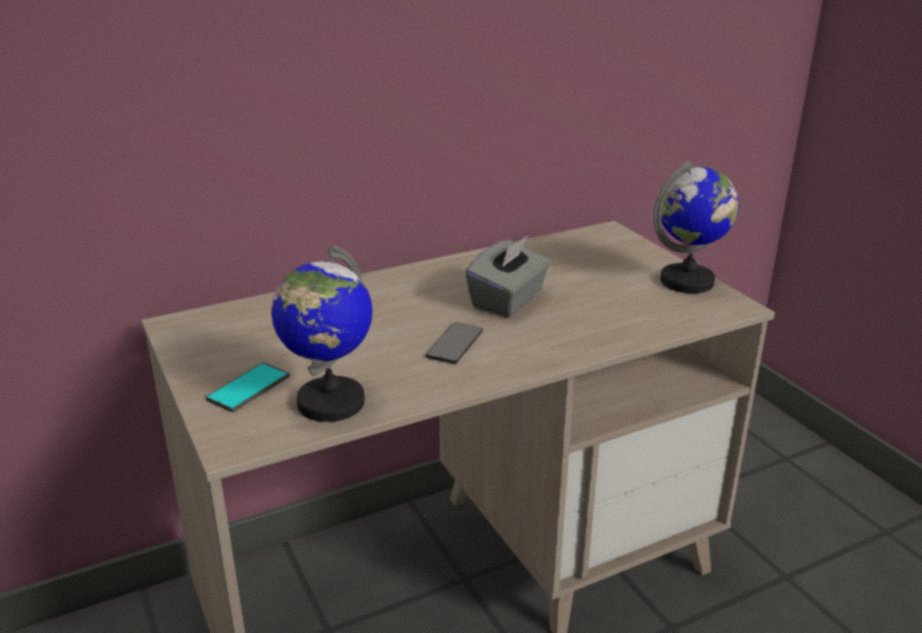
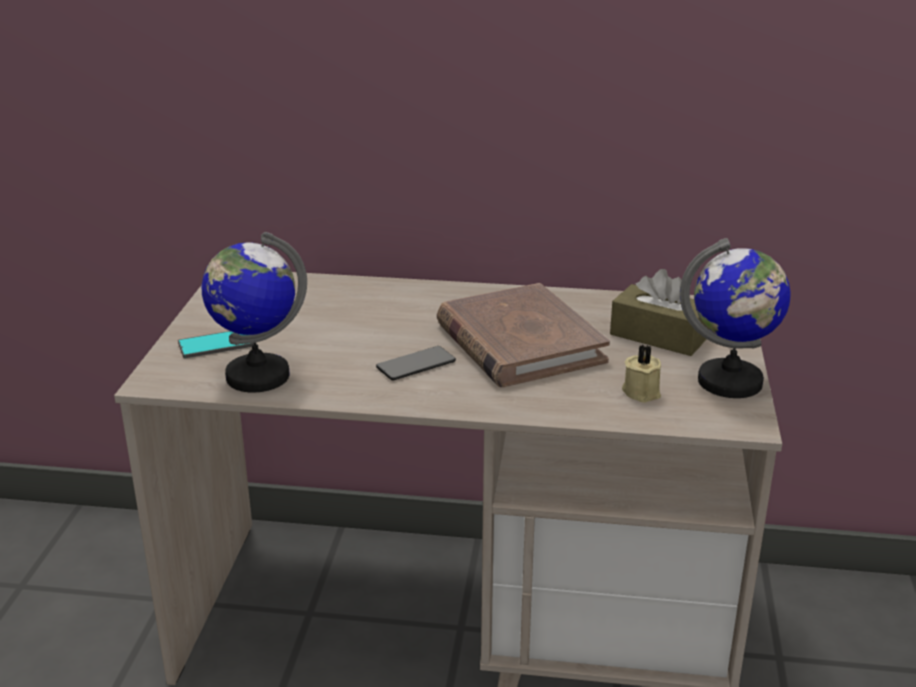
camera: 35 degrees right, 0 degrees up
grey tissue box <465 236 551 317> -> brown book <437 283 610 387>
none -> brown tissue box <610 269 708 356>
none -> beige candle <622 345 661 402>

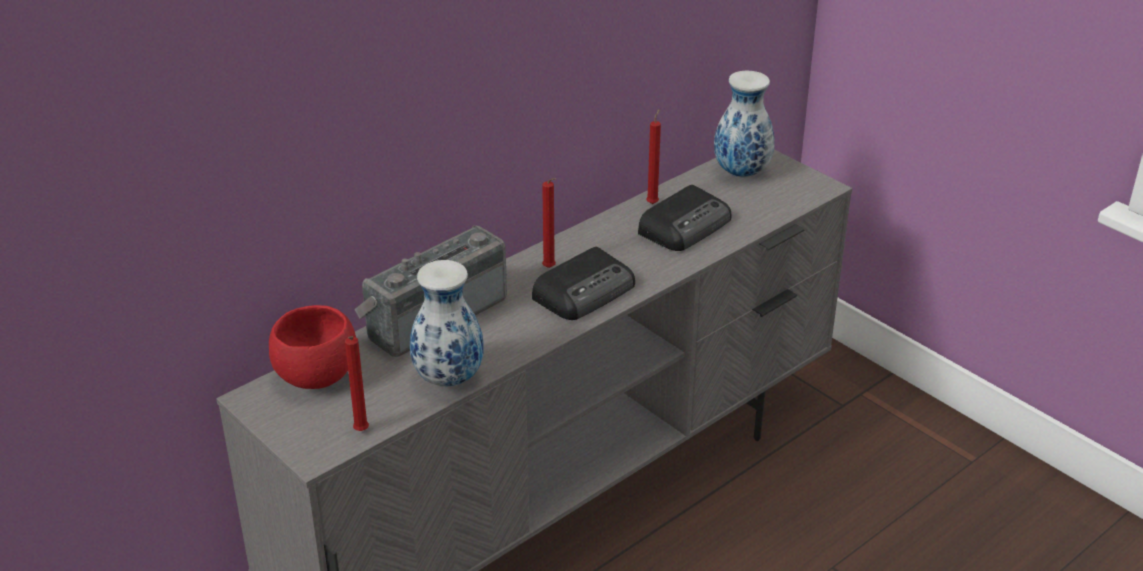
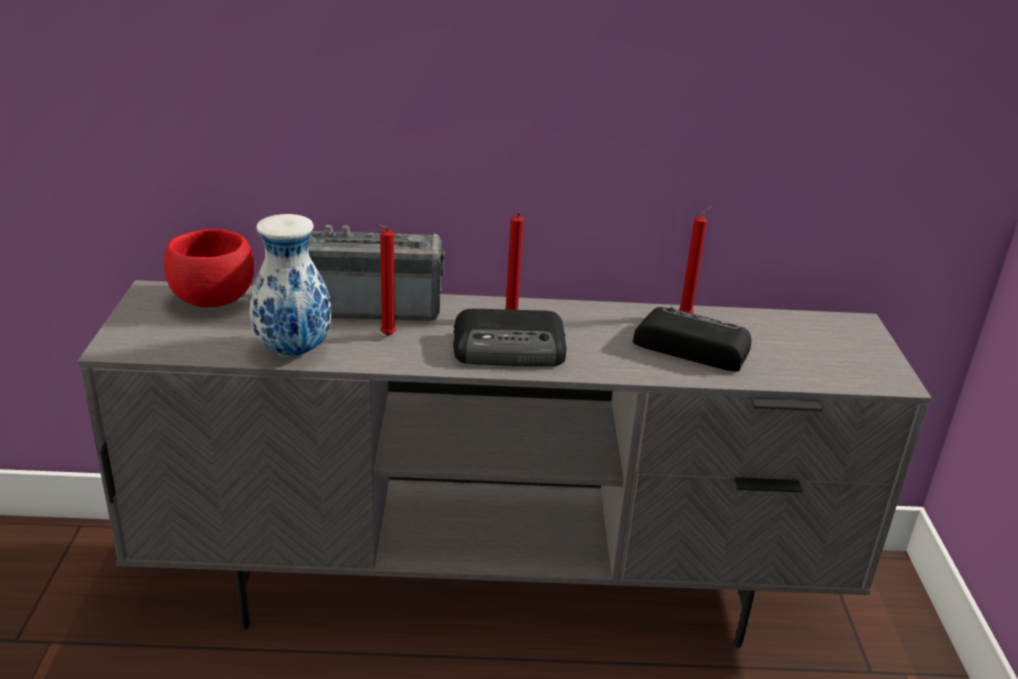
camera: 40 degrees right, 5 degrees down
red candle <345 336 369 431> -> red candle <376 224 396 336>, relocated
radio <638 185 731 251> -> radio <633 307 751 372>, 150 degrees counterclockwise
vase <714 71 775 178> -> none

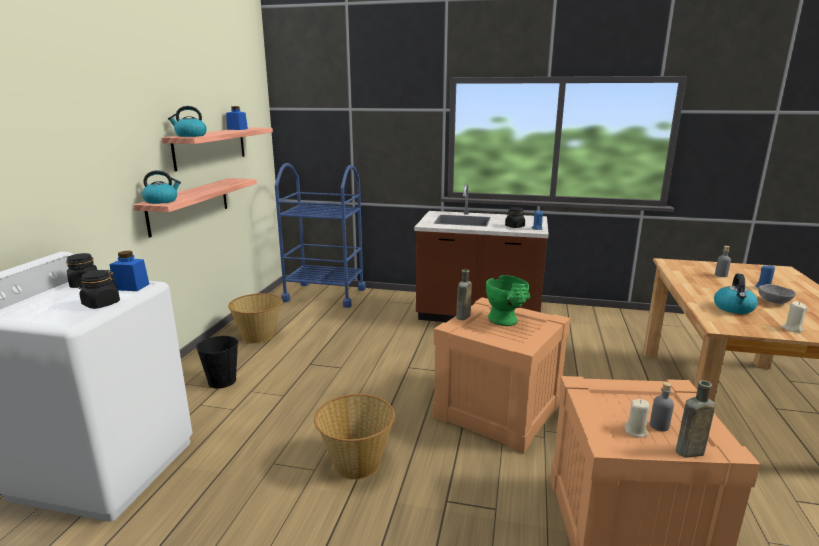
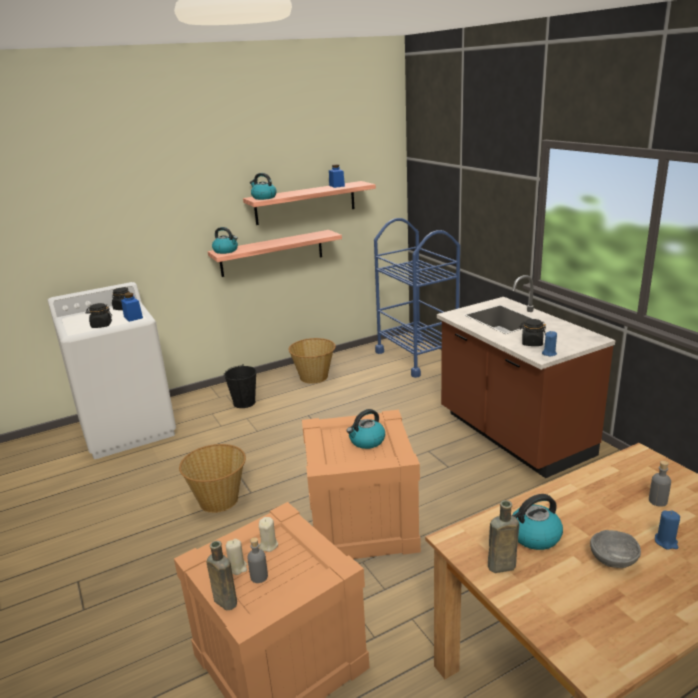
camera: 50 degrees right, 5 degrees up
beige candle <781 301 808 332> -> beige candle <259 517 278 552>, relocated
green vase <486 275 531 326> -> kettle <347 409 385 449>
brown bottle <456 269 472 320> -> brown bottle <488 500 519 573>, relocated

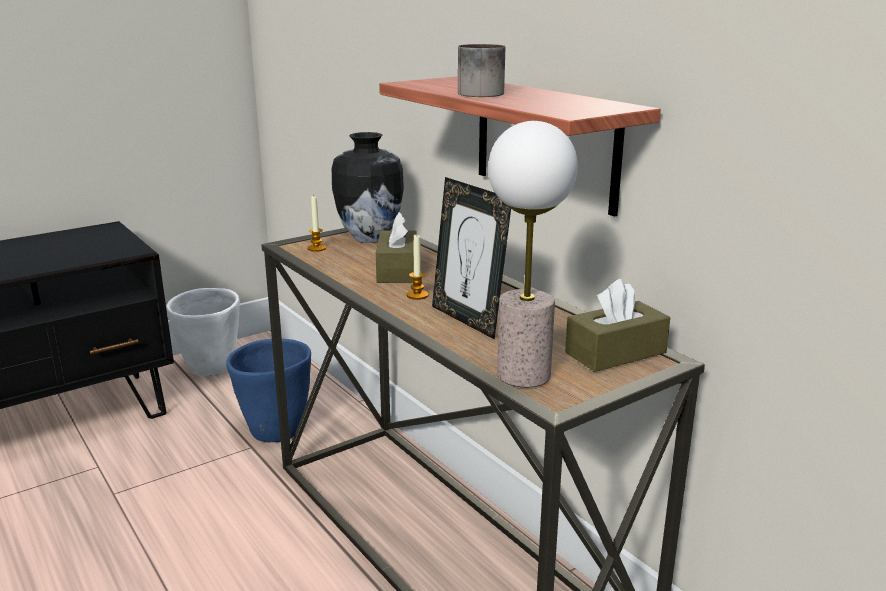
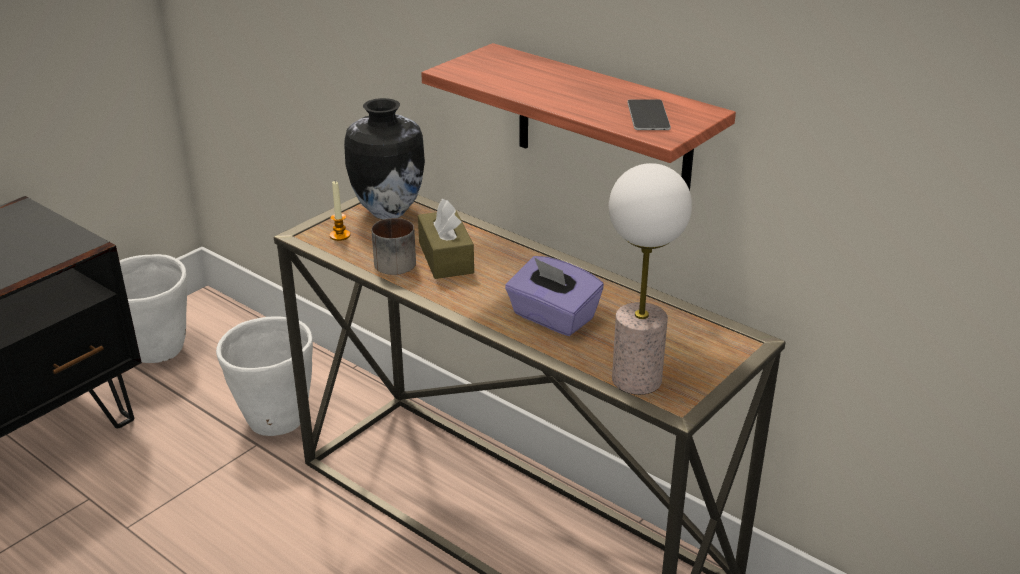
camera: 15 degrees left, 10 degrees up
blue planter <226 339 311 442> -> white planter <216 316 313 436>
mug <458 44 505 97> -> mug <372 218 416 275>, relocated
picture frame <432 177 511 339> -> purple tissue box <505 256 604 336>
none -> phone <627 99 671 130>
candle <407 235 428 300> -> none
brown tissue box <565 279 670 372> -> none

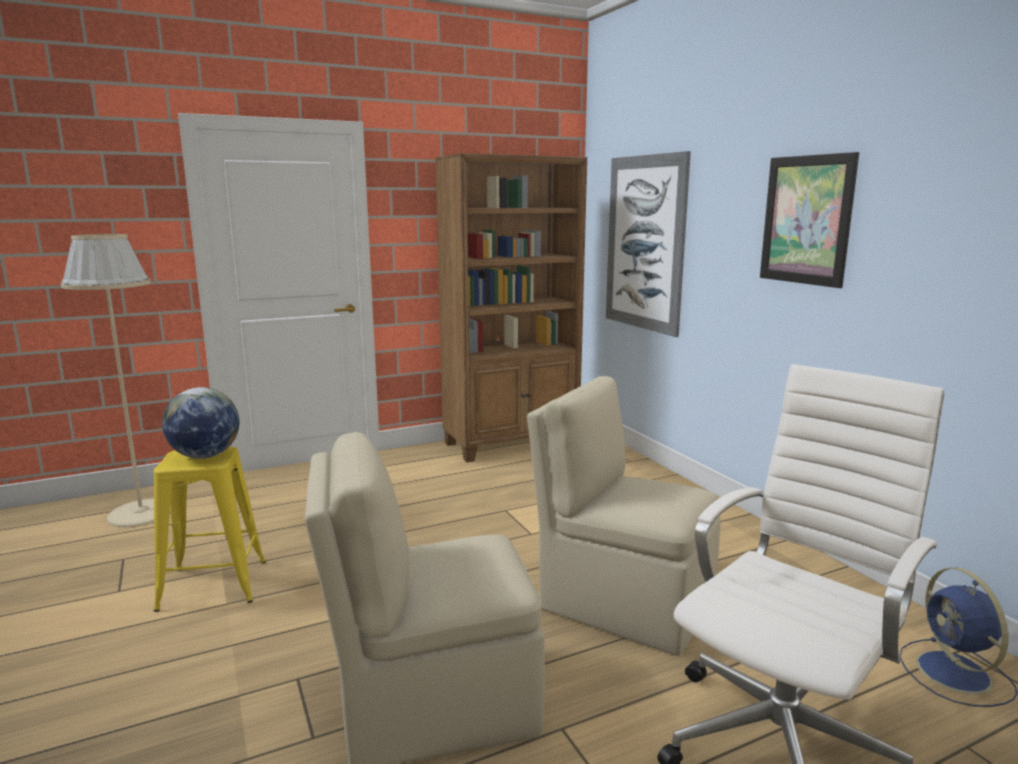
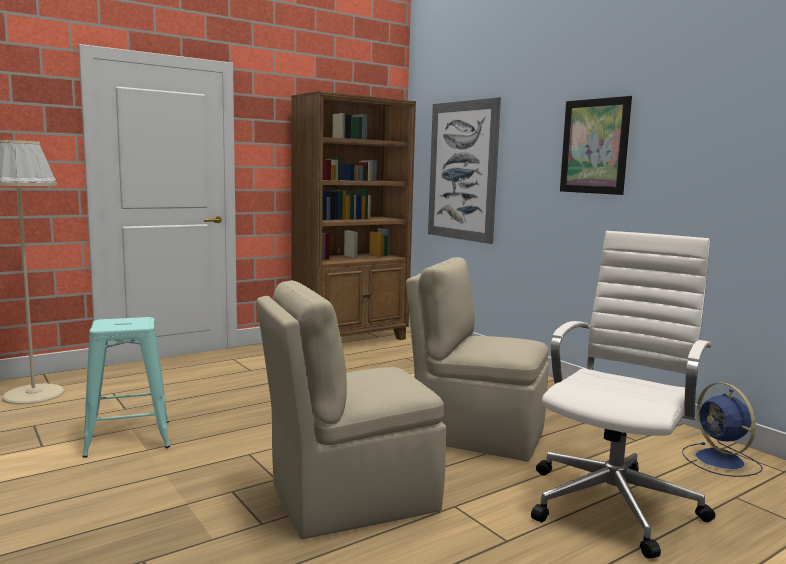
camera: 10 degrees left, 5 degrees down
yellow stool <154 447 266 612> -> turquoise stool <83 317 170 458>
globe <162 387 239 459> -> none

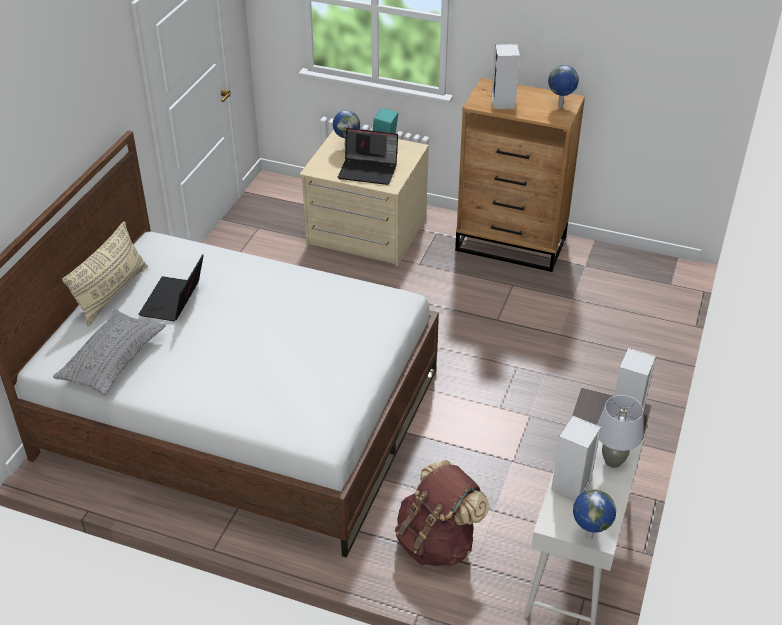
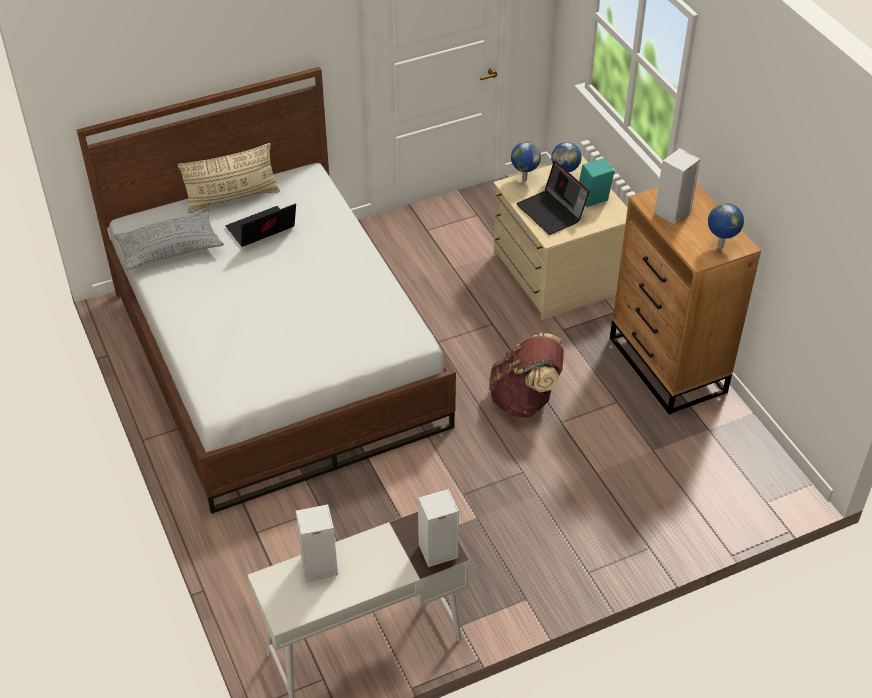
camera: 45 degrees right, 5 degrees up
brown backpack <395 460 490 567> -> brown backpack <489 333 564 418>, relocated
globe <573 489 616 539> -> globe <511 142 541 182>, relocated
grey table lamp <597 395 643 468> -> none

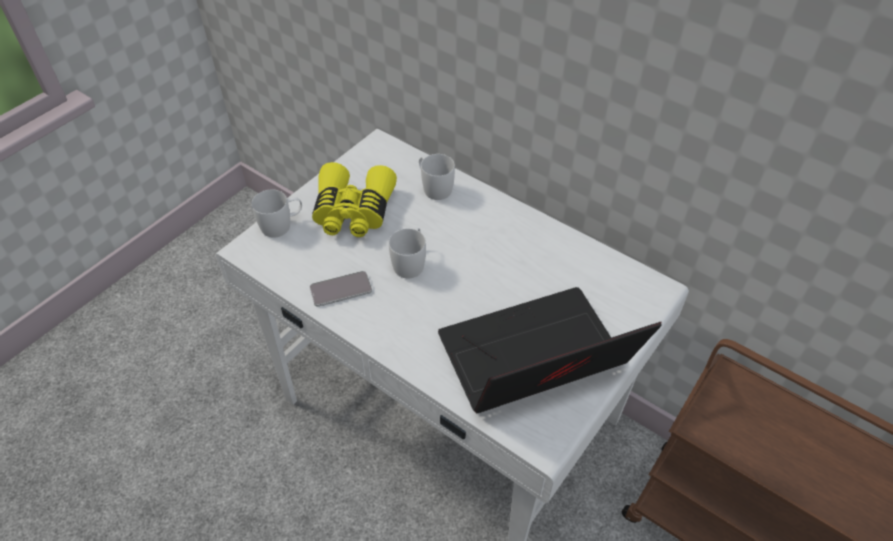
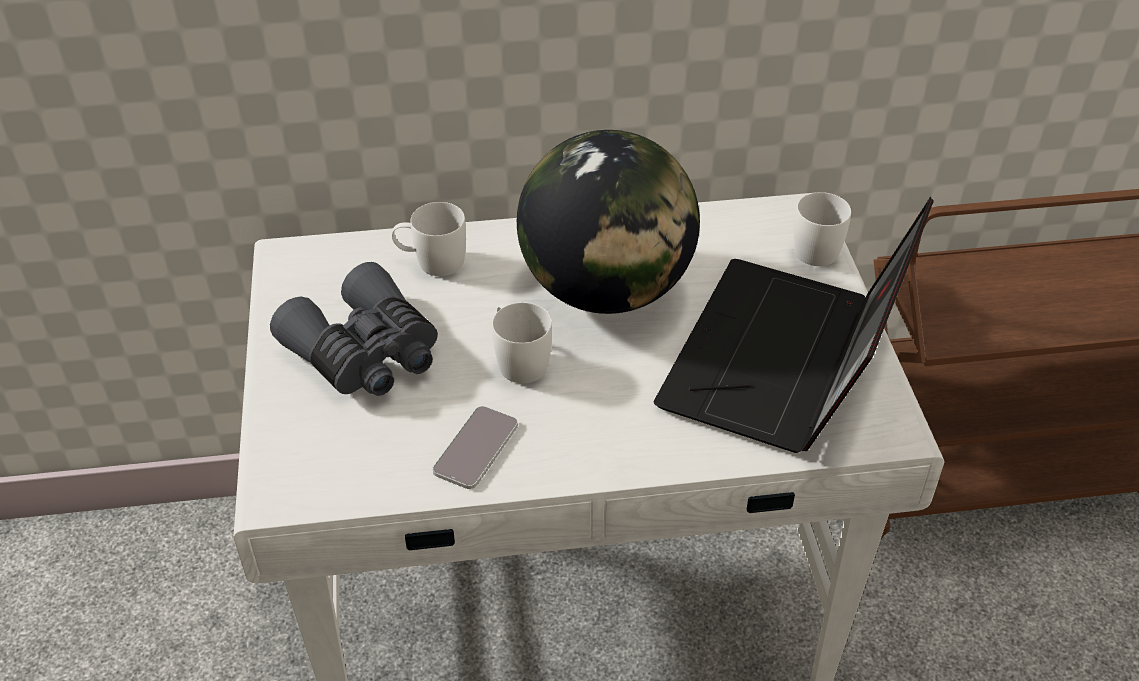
camera: 45 degrees left, 5 degrees down
yellow binoculars <312 162 397 237> -> grey binoculars <270 262 438 396>
none -> globe <517 130 700 314>
white mug <252 189 302 238> -> white mug <794 192 851 266>, relocated

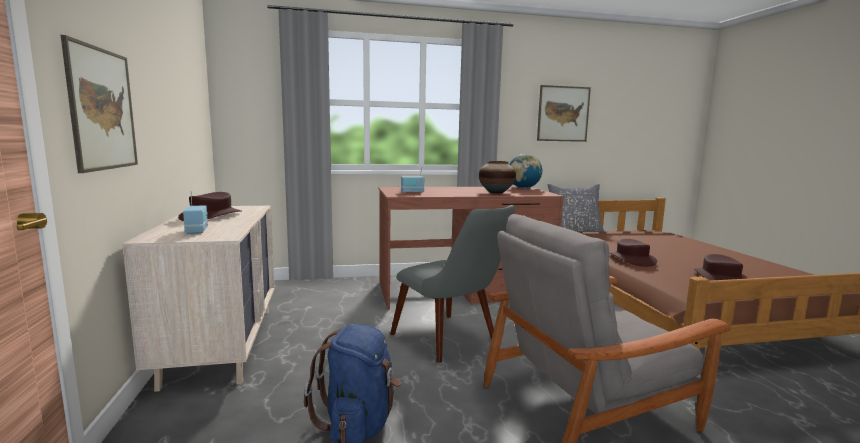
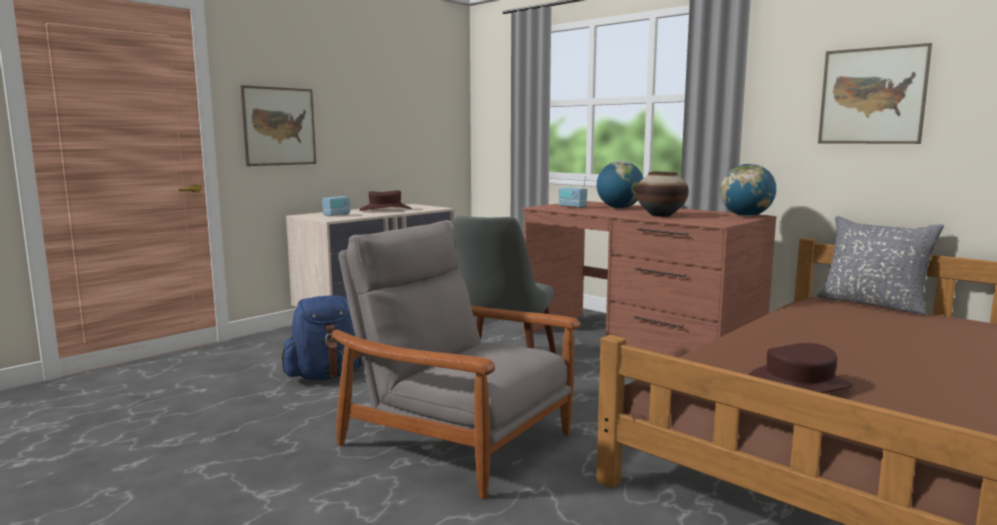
camera: 55 degrees right, 0 degrees up
none -> globe <597 161 643 208>
brown hat <610 239 657 267> -> none

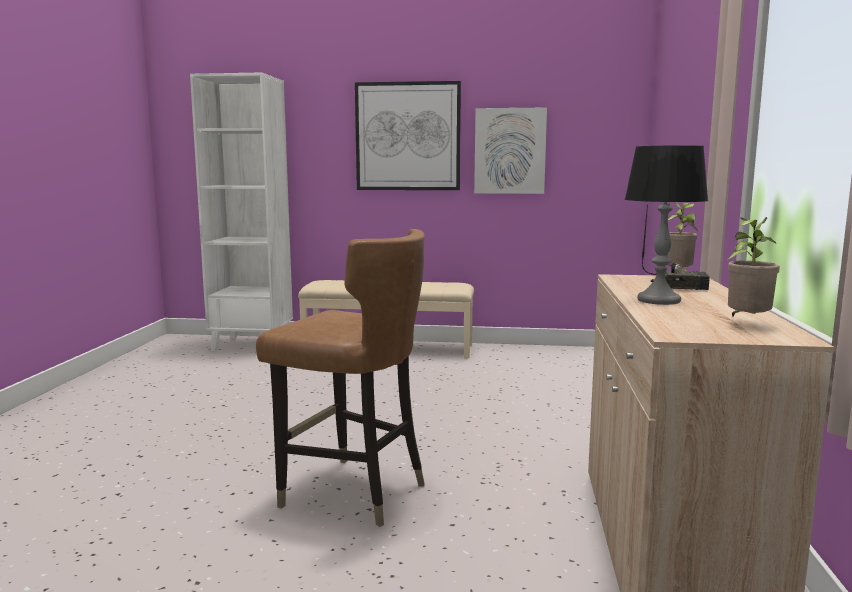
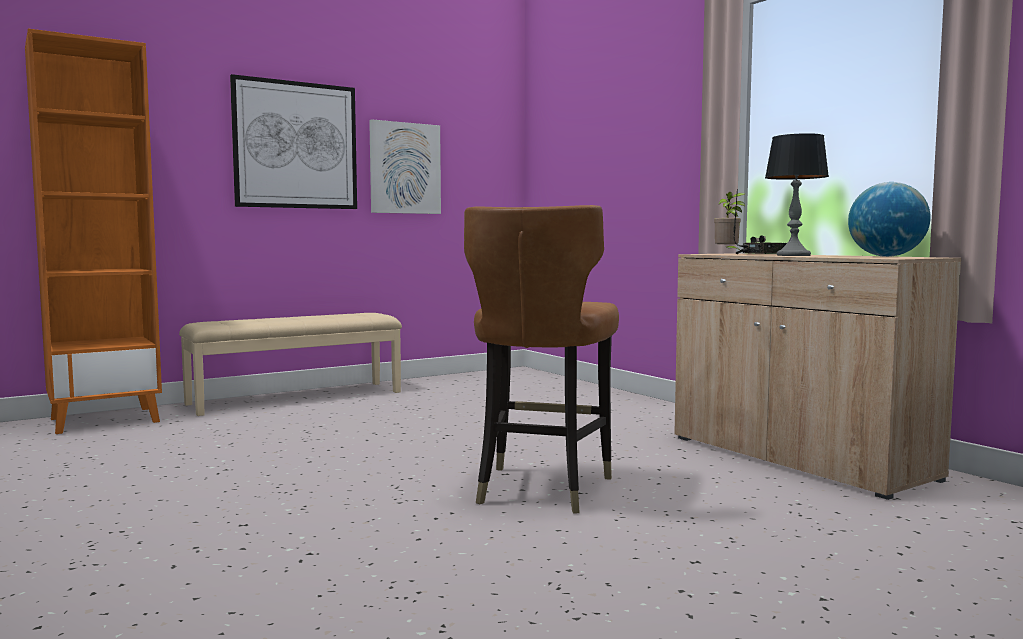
camera: 40 degrees left, 5 degrees down
white bookcase <190 72 293 351> -> orange bookcase <25 29 162 434>
brown chair <256 229 425 527> -> brown chair <464 205 619 514>, 120 degrees clockwise
potted plant <727 217 780 317> -> globe <848 182 931 257>

